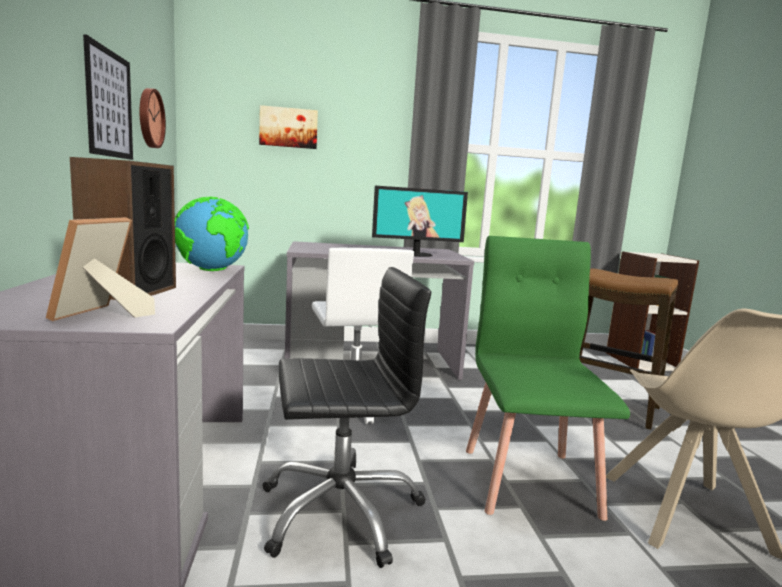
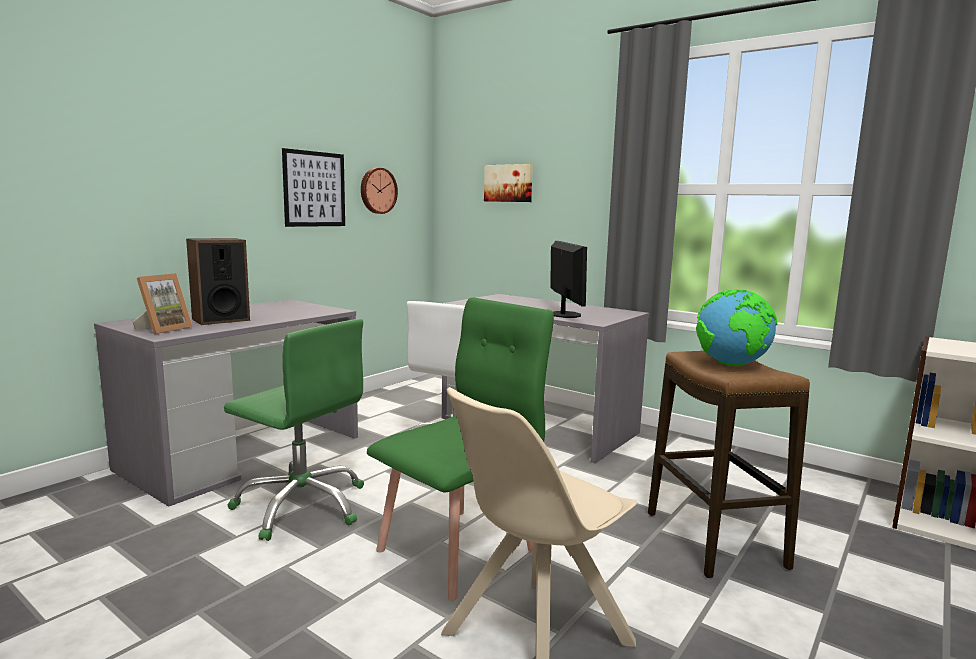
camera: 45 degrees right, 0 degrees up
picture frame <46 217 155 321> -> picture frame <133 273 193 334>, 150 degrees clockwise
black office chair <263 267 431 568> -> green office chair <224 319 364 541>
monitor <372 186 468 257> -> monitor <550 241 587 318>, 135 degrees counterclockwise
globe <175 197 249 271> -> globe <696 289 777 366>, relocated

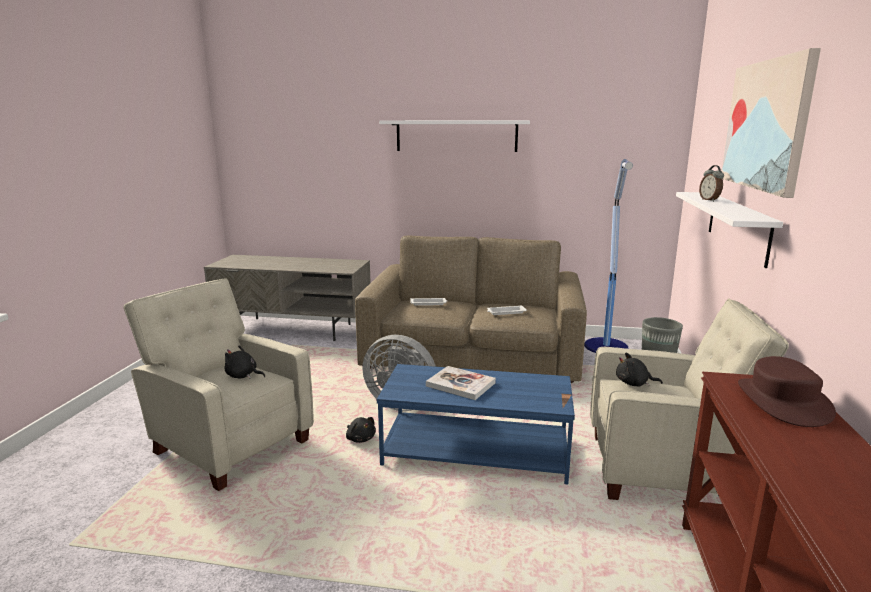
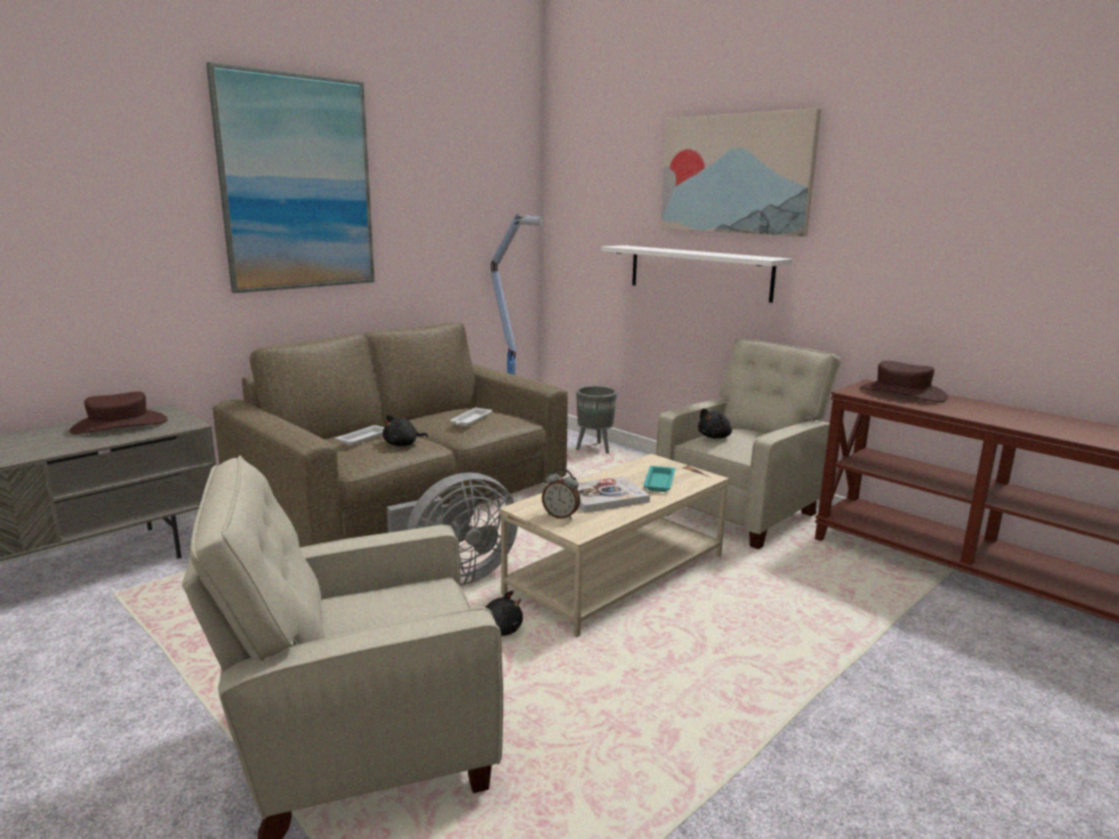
camera: 55 degrees left, 0 degrees up
none -> brown hat <70 391 168 434>
white shelf <379 120 530 152> -> picture <206 62 375 293>
black plush toy <224 345 265 379> -> black plush toy <383 415 428 446>, relocated
blue coffee table <377 364 575 484> -> beige coffee table <499 454 729 637>
alarm clock <699 165 724 202> -> alarm clock <542 468 581 520>, relocated
none -> turquoise tray <643 466 675 492>

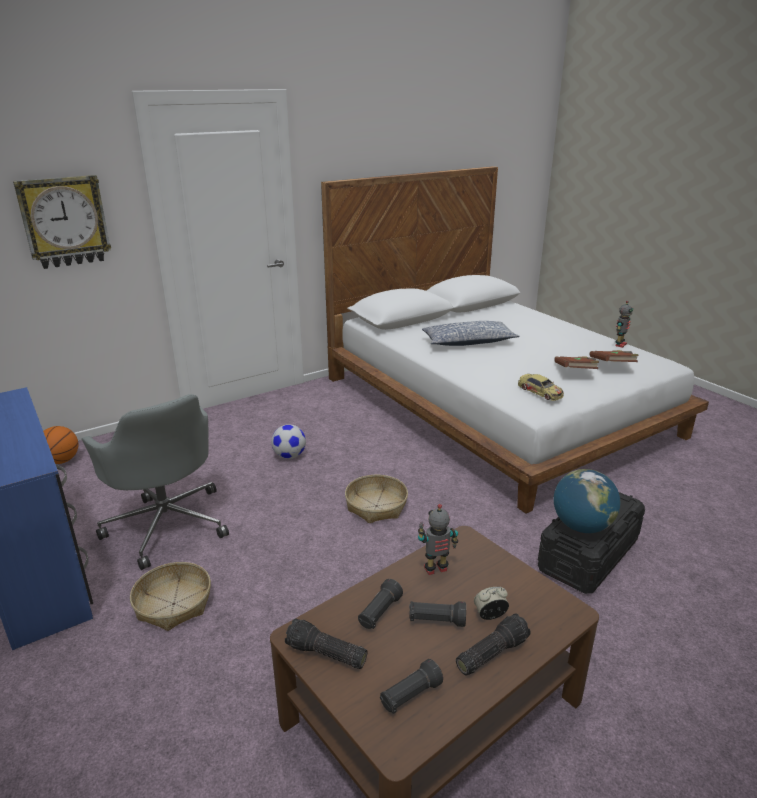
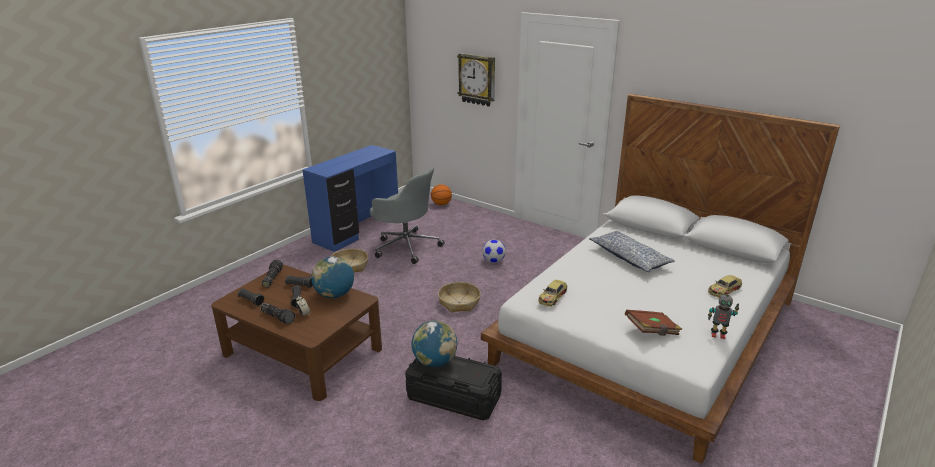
camera: 70 degrees right, 0 degrees up
toy robot <418 504 458 575> -> globe <311 256 354 298>
grey office chair <82 394 229 570> -> grey office chair <370 167 445 264>, 90 degrees counterclockwise
none -> toy car <708 275 742 298>
brown book <554 356 599 369> -> none

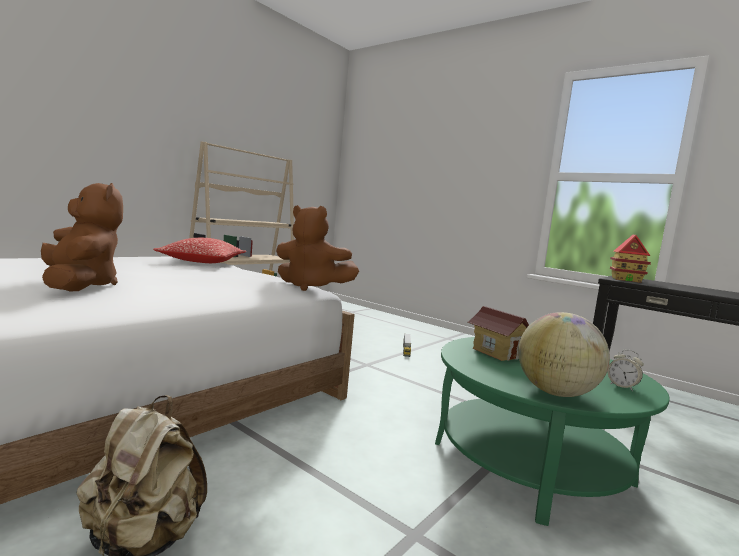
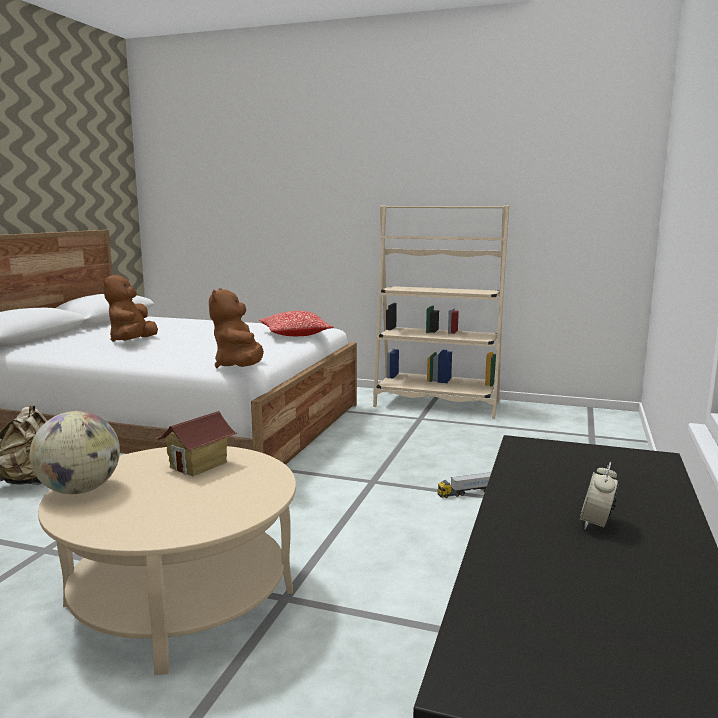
camera: 70 degrees right, 5 degrees up
green coffee table <435 337 669 526> -> beige coffee table <38 446 296 675>
brown plush toy <41 183 123 291> -> brown plush toy <103 274 158 342>, 150 degrees clockwise
alarm clock <607 350 644 391> -> alarm clock <579 462 619 529>, relocated
toy house <610 235 651 283> -> none

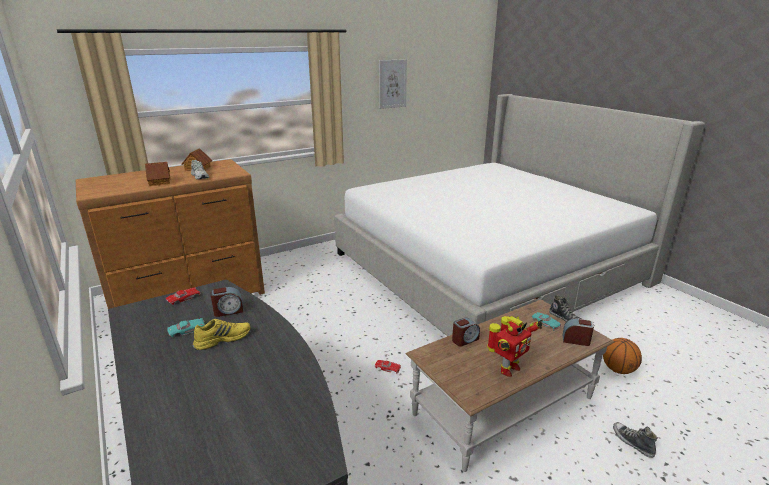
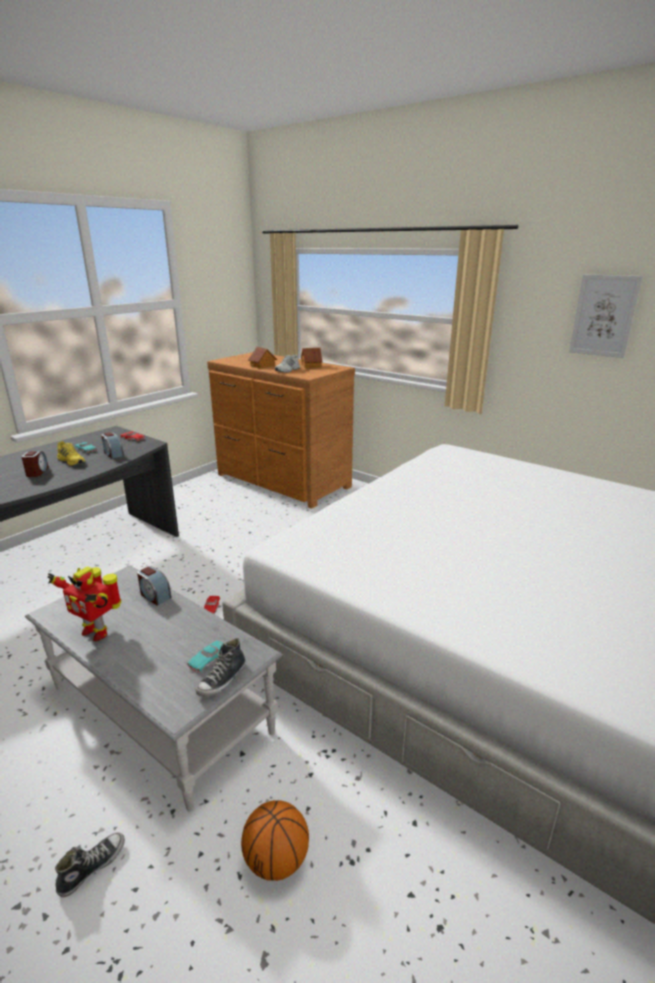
camera: 70 degrees right, 0 degrees up
alarm clock <563 318 594 346> -> alarm clock <21 451 49 477>, relocated
brown coffee table <406 300 614 472> -> grey coffee table <25 565 283 811>

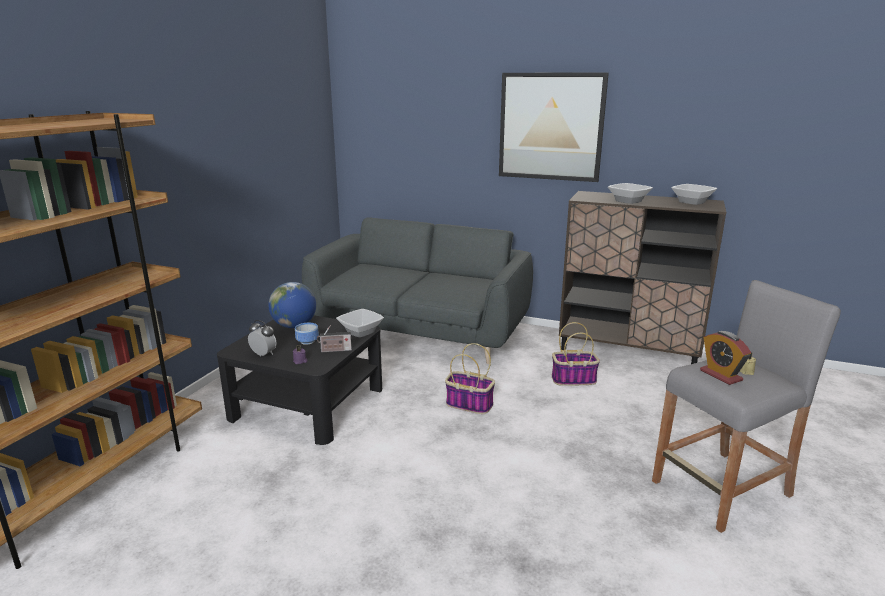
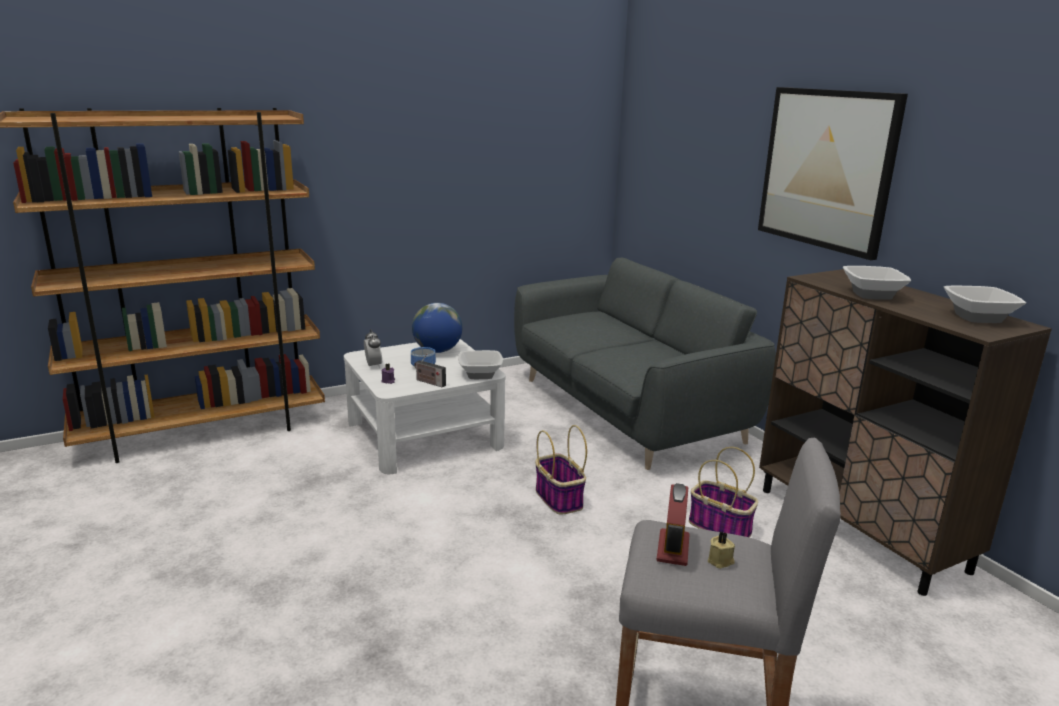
camera: 40 degrees right, 0 degrees up
black coffee table <217 315 382 445> -> white coffee table <344 339 506 474>

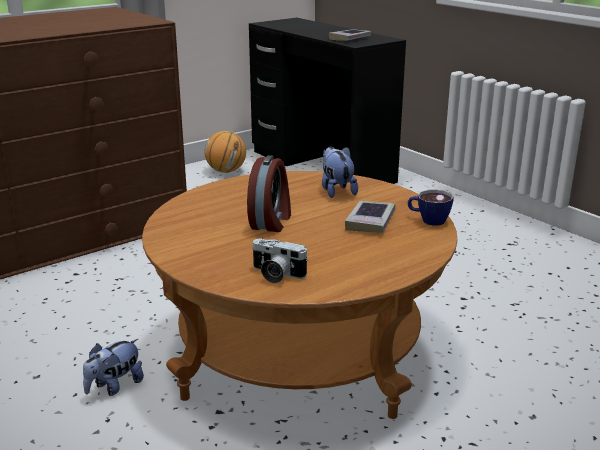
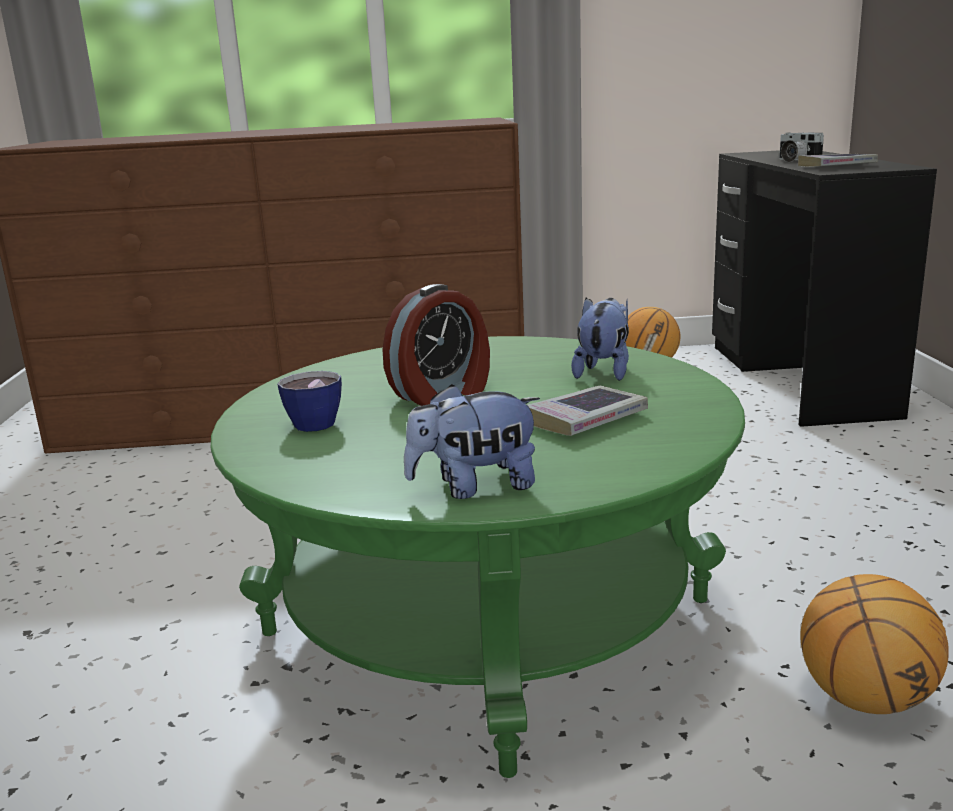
camera: 35 degrees right, 5 degrees down
brown coffee table <142 171 457 419> -> green coffee table <211 336 745 778>
cup <407 190 454 226> -> cup <277 371 342 432>, relocated
plush toy <83 339 144 396> -> plush toy <404 384 540 499>, relocated
photo camera <252 239 308 283> -> photo camera <779 132 824 162>, relocated
none -> basketball <800 574 949 714>

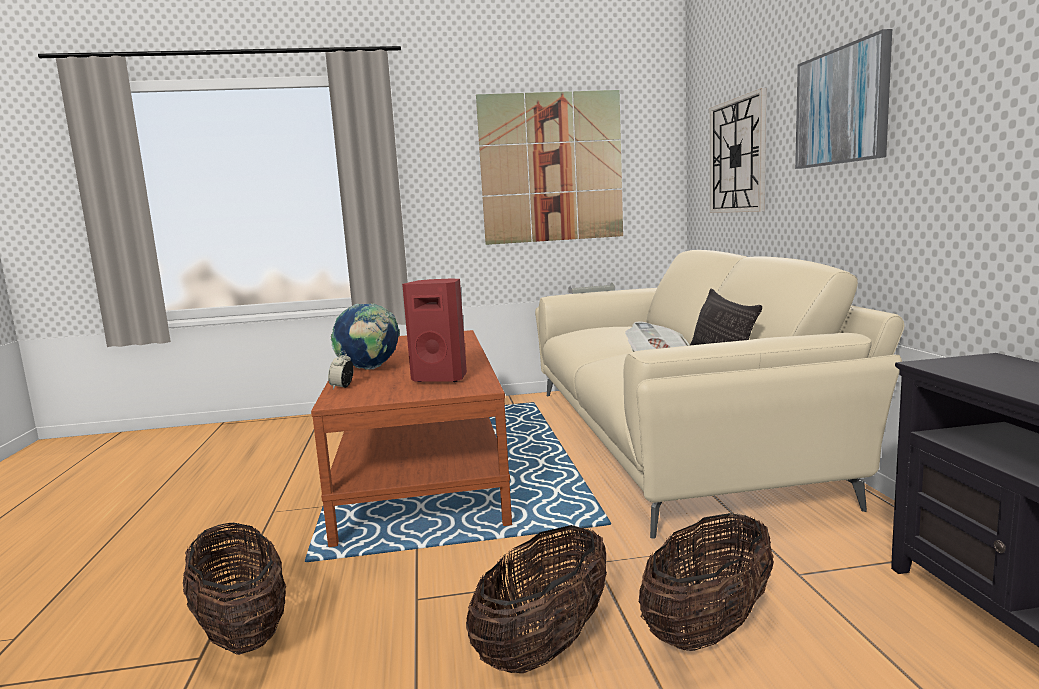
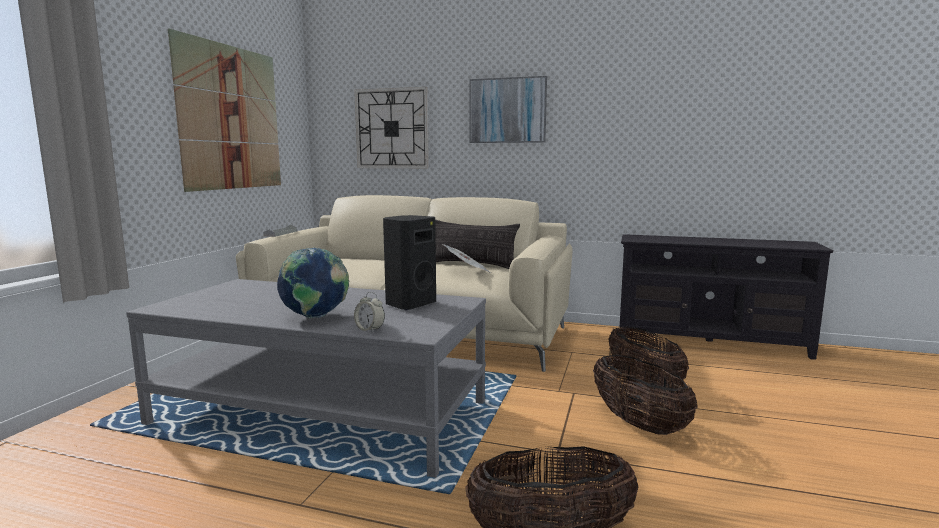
camera: 65 degrees left, 0 degrees up
brown coffee table <311 330 512 547> -> grey coffee table <126 279 486 478>
red speaker <402 278 467 382> -> black speaker <383 215 436 310>

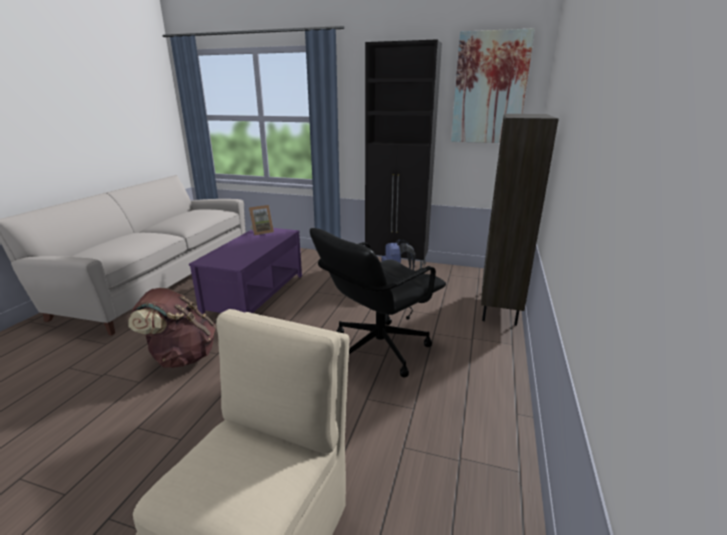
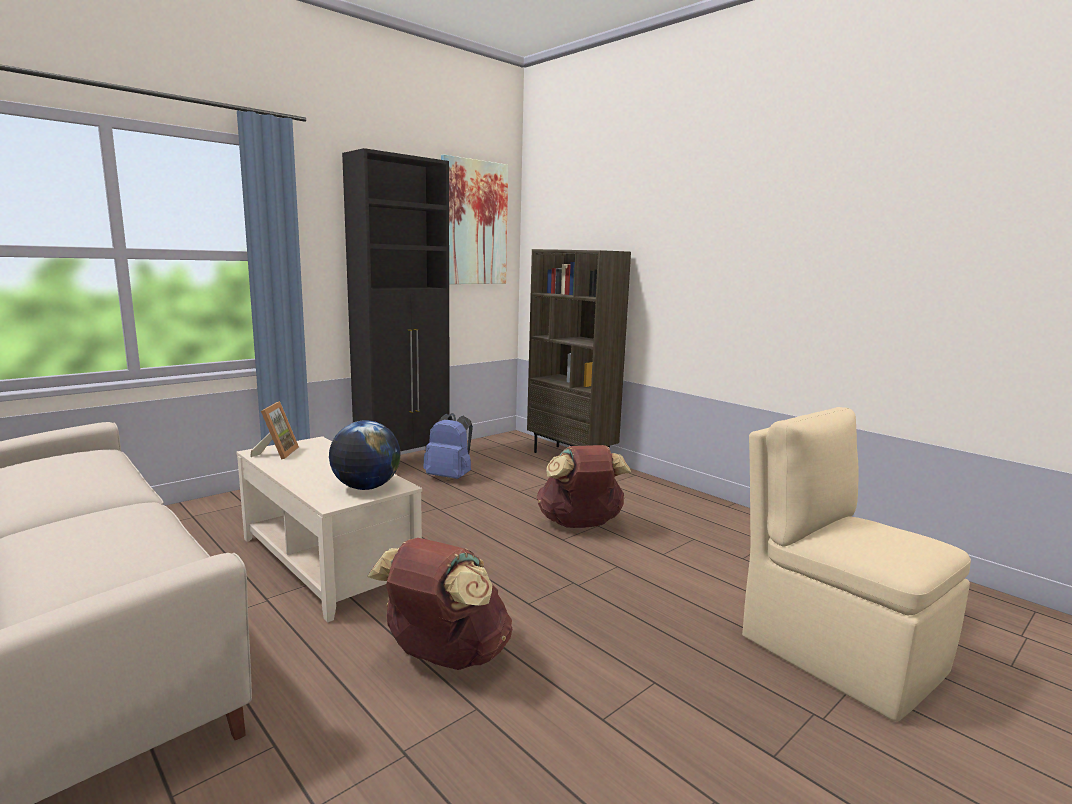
camera: 60 degrees left, 10 degrees down
purple coffee table <189 228 302 314> -> beige coffee table <236 436 422 623>
none -> globe <329 420 401 490>
black office chair <310 228 446 378> -> brown backpack <537 445 631 528>

